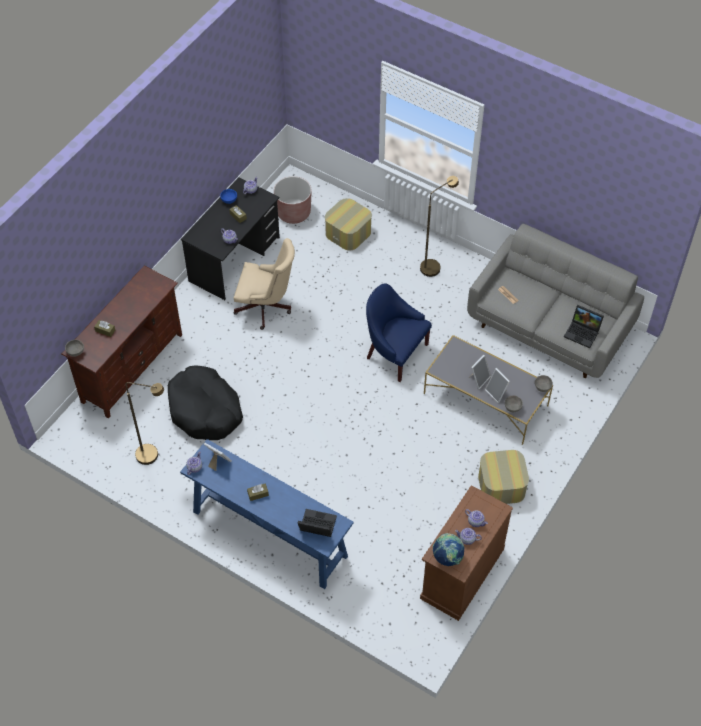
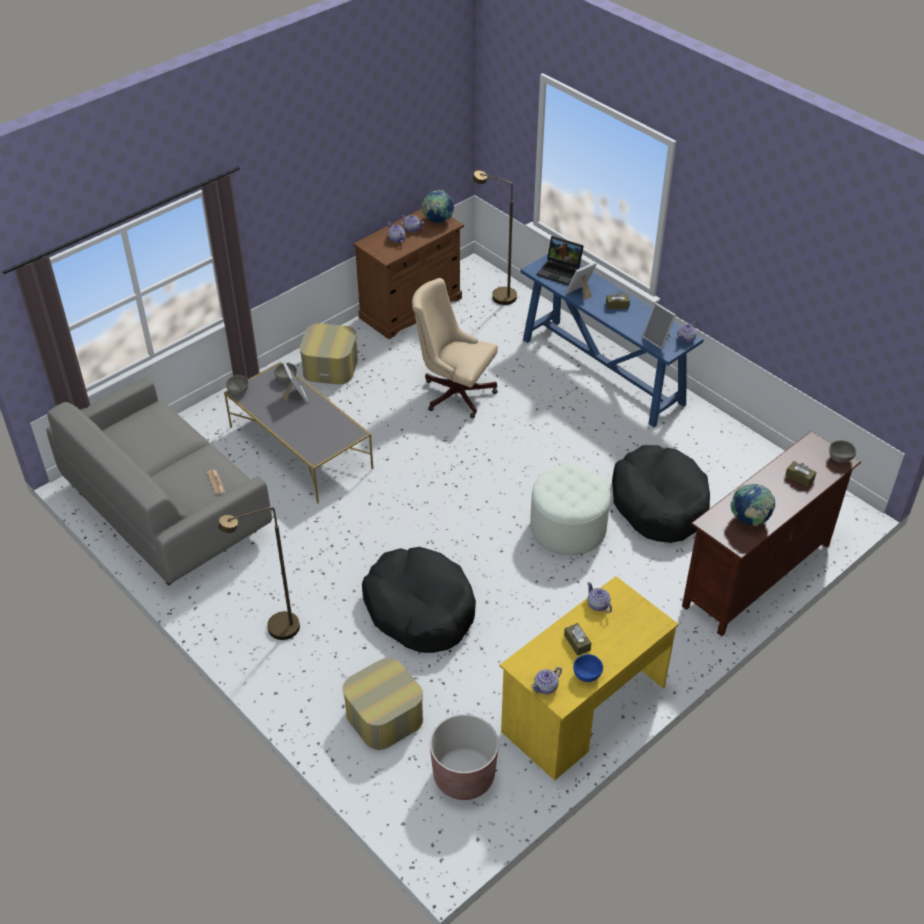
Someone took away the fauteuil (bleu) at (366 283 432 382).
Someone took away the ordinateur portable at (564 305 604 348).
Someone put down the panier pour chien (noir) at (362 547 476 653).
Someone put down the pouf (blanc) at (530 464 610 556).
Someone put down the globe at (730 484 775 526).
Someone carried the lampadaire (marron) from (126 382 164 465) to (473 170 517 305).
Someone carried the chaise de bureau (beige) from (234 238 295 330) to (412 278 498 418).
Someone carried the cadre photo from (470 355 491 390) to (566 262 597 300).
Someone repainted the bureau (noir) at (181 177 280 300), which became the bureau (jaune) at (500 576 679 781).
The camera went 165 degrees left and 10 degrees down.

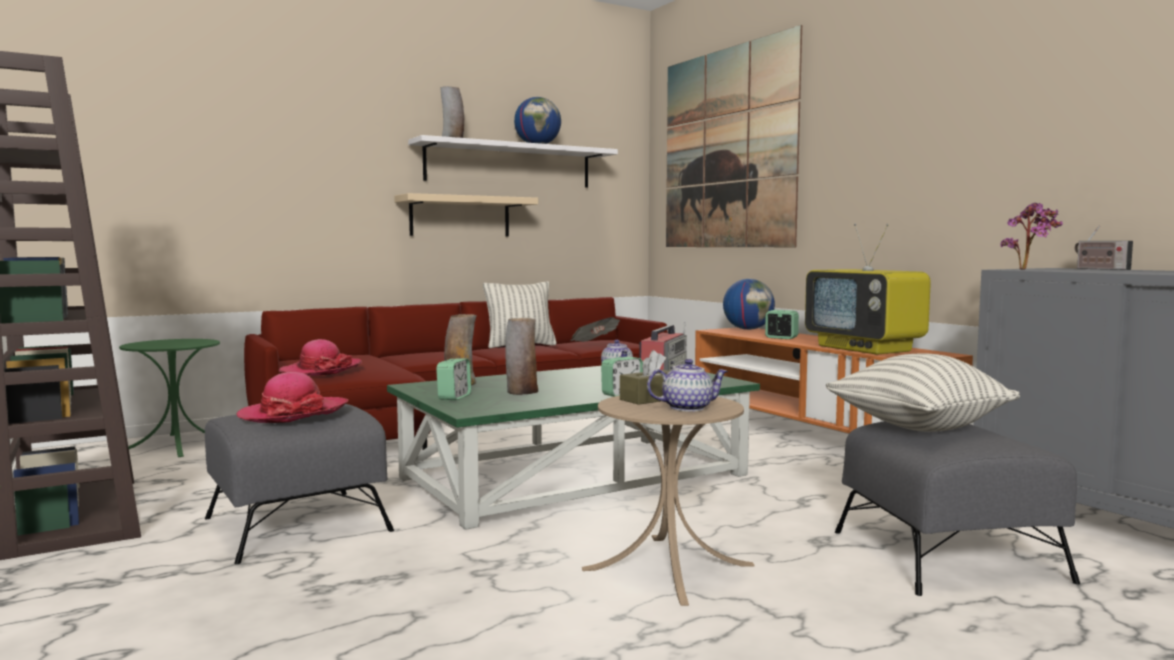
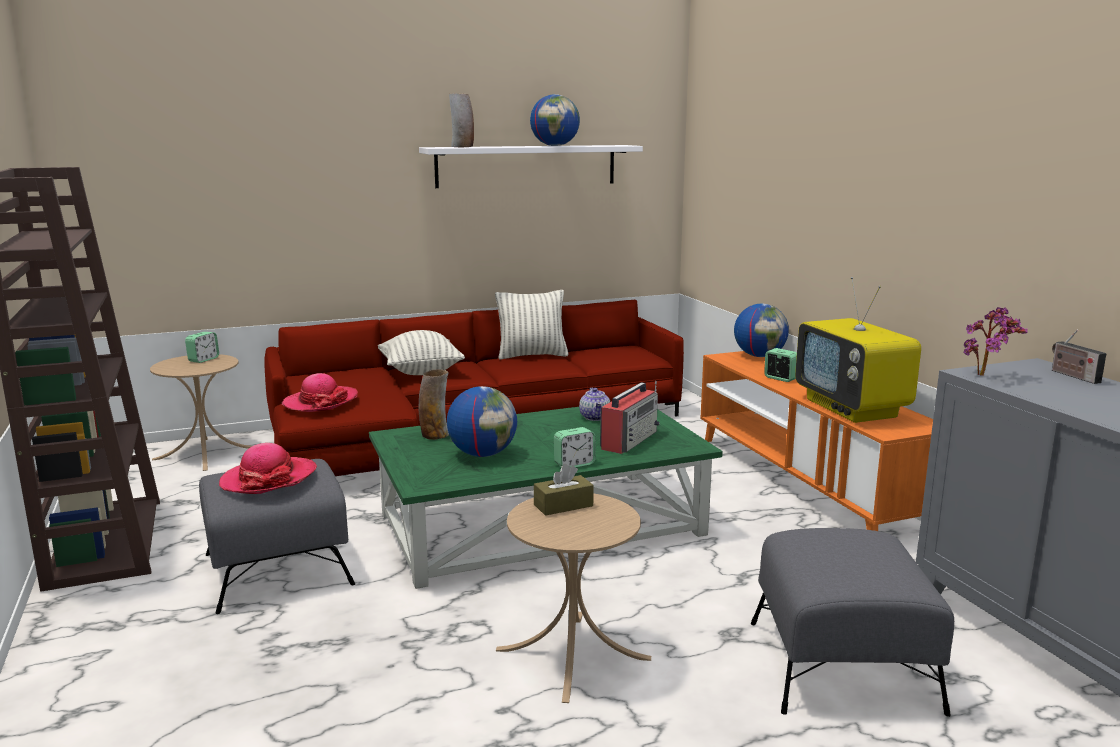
Someone took away the étagère (beige) at (394 193 538 236).
Someone took away the journal at (571 317 620 342).
Someone took away the théière at (647 359 728 412).
Someone took away the tableau at (666 25 802 247).
Someone carried the réveil from (436 359 471 401) to (185 332 219 363).
Someone carried the coussin from (826 354 1020 432) to (378 330 465 375).
Someone swapped the vase at (505 318 538 395) for the globe at (447 386 517 457).
Someone repainted the table d'appoint (vert) at (119 339 220 457), which became the table d'appoint (beige) at (150 354 252 471).
The camera went 10 degrees right and 10 degrees up.

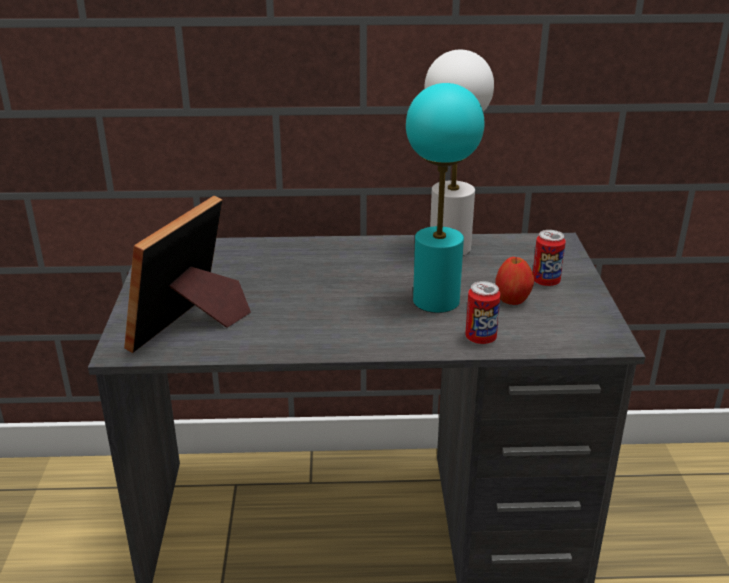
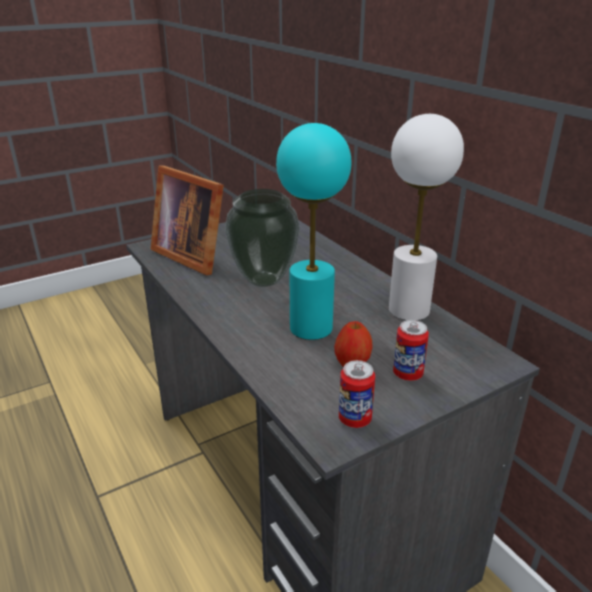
Someone put down the vase at (225 189 300 287).
Someone carried the boîte métallique from (465 281 501 344) to (339 360 375 428).
Someone rotated the cadre photo at (124 196 251 353) by 135 degrees counterclockwise.
The camera went 60 degrees right and 0 degrees up.

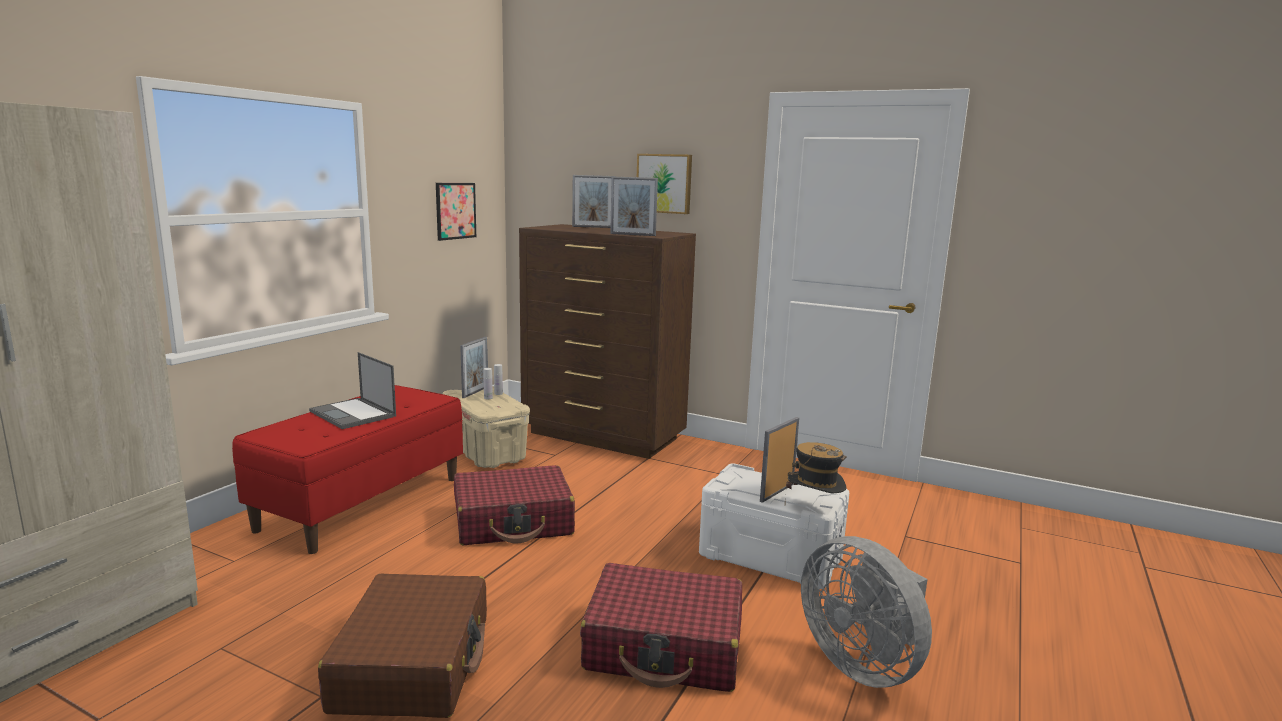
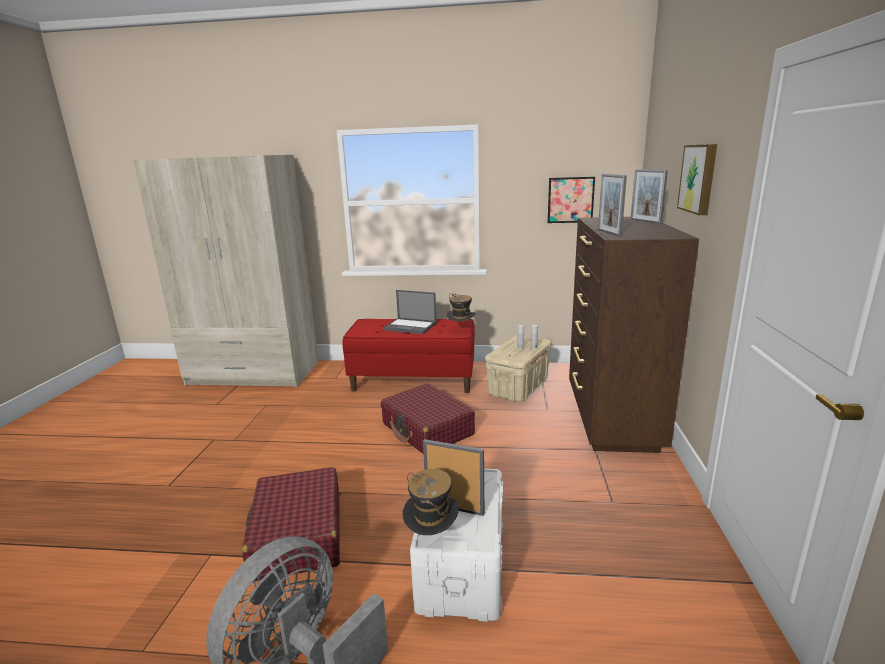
Someone took away the valise (marron) at (318 574 487 718).
Someone took away the cadre photo at (460 337 488 398).
Someone put down the chapeau at (446 294 476 321).
Someone rotated the ordinateur portable at (309 352 396 429) by 90 degrees counterclockwise.
The camera went 70 degrees right and 5 degrees up.

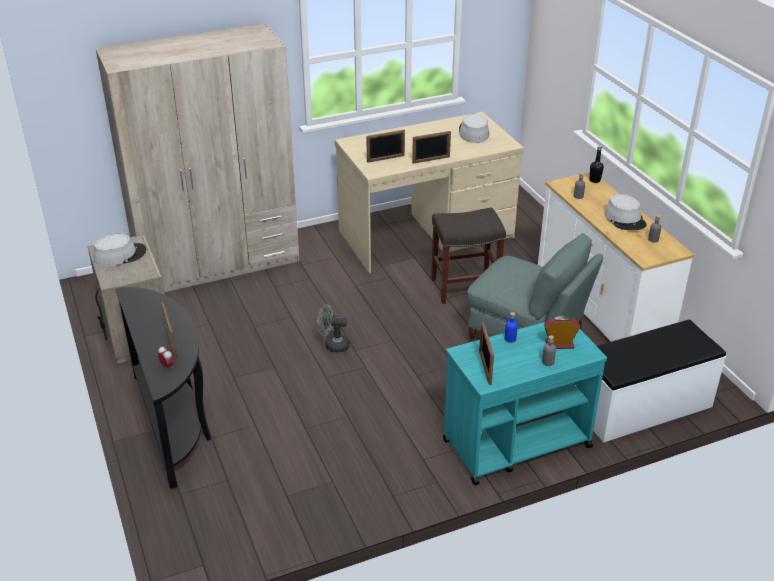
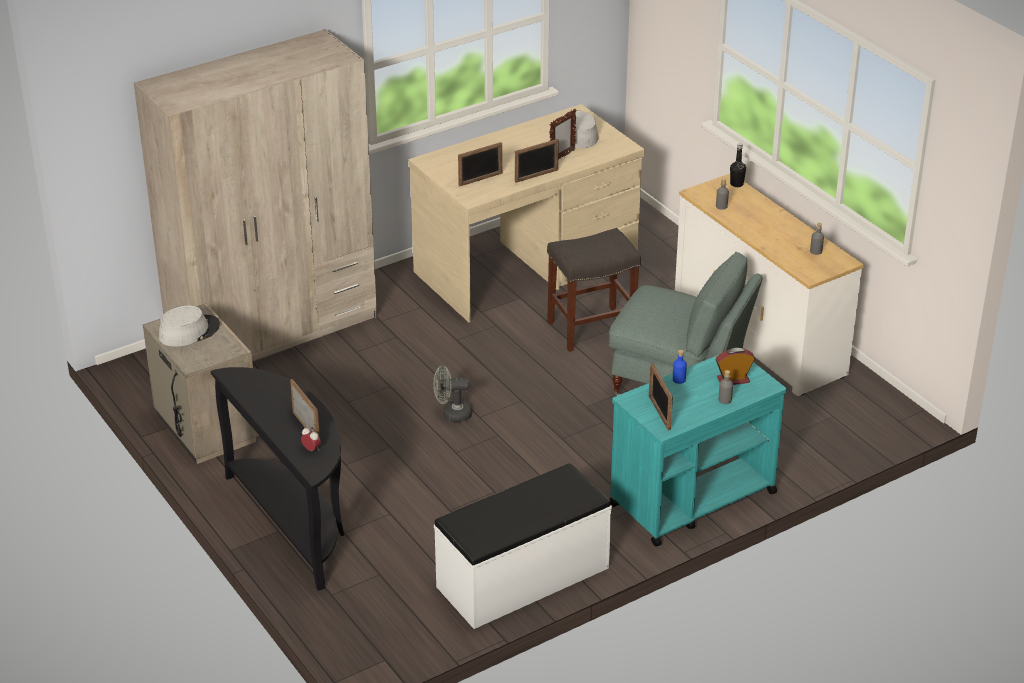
Someone took away the chapeau (gris) at (604 194 647 230).
Someone put down the cadre photo at (550 108 576 160).
Someone carried the banc (blanc) from (593 320 726 443) to (434 463 612 629).
The camera went 10 degrees left and 0 degrees up.

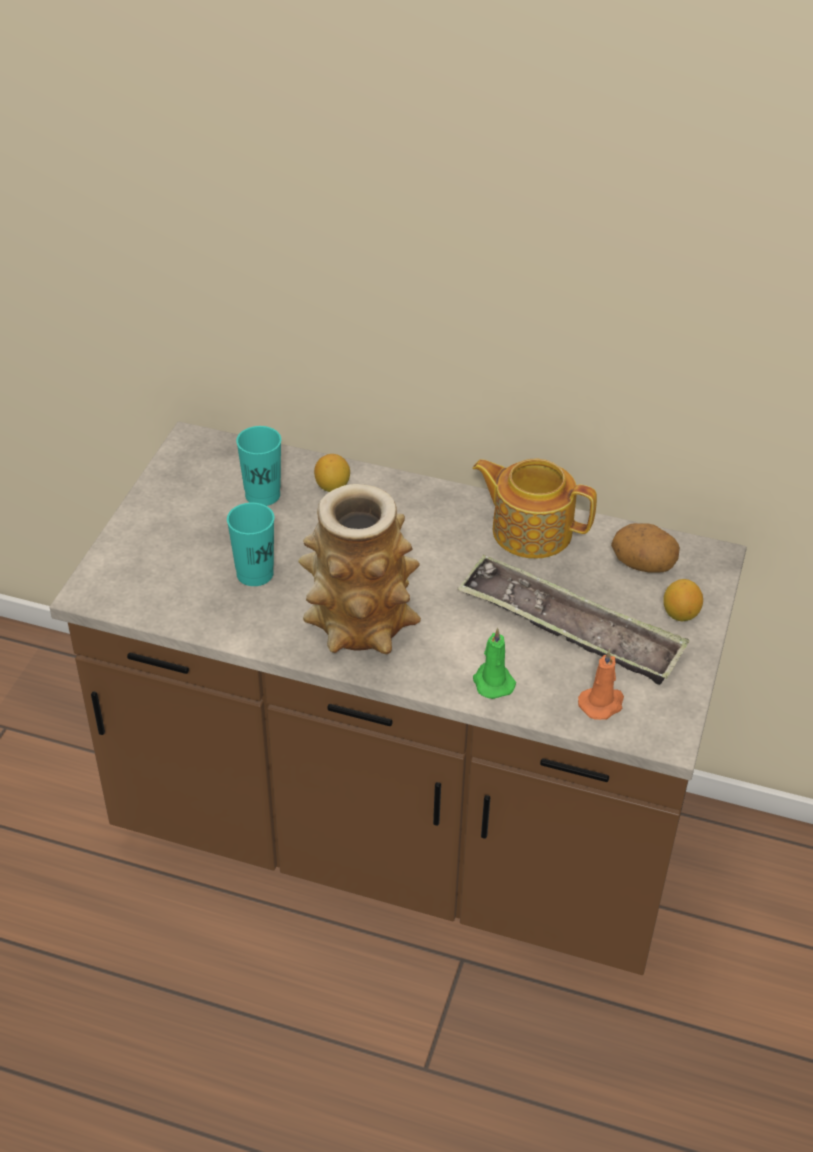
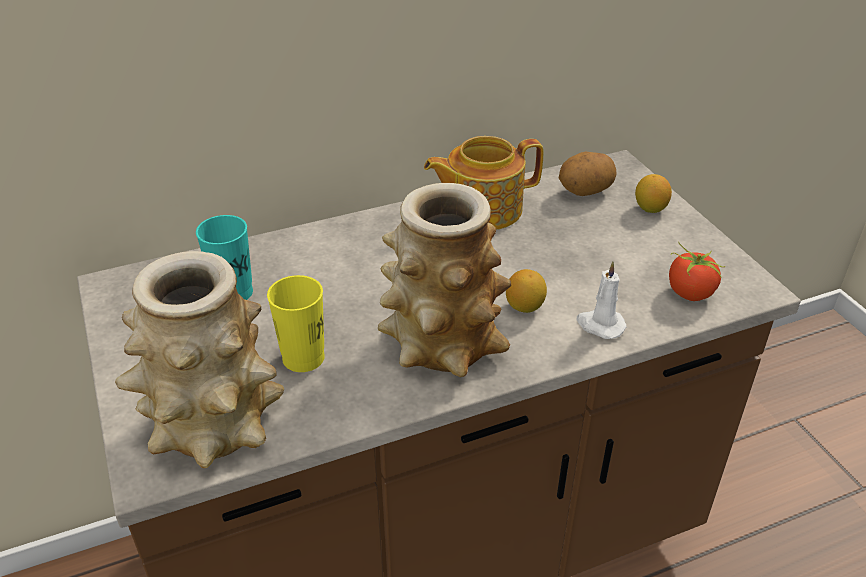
Someone took away the plateau at (457 554 689 685).
Someone put down the vase at (115 251 284 468).
Someone carried the citron from (314 454 350 492) to (506 269 547 313).
Someone swapped the bougie (orange) at (578 649 624 720) for the tomate at (669 242 725 301).
Someone repainted the tasse (turquoise) at (227 502 274 586), which became the tasse (jaune) at (267 275 325 372).
Someone repainted the bougie (vert) at (473 628 516 699), which became the bougie (blanc) at (577 261 627 339).
The camera went 40 degrees left and 5 degrees down.

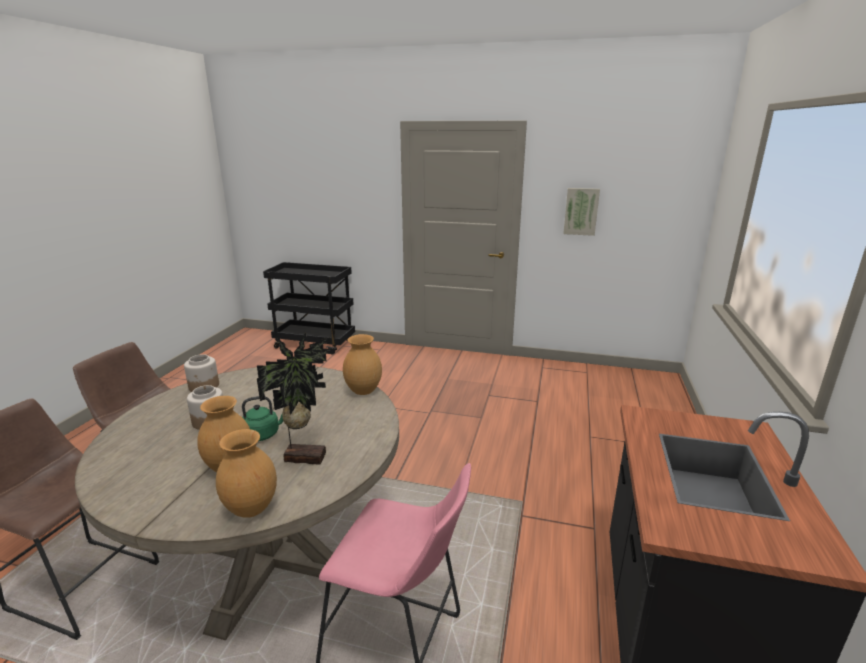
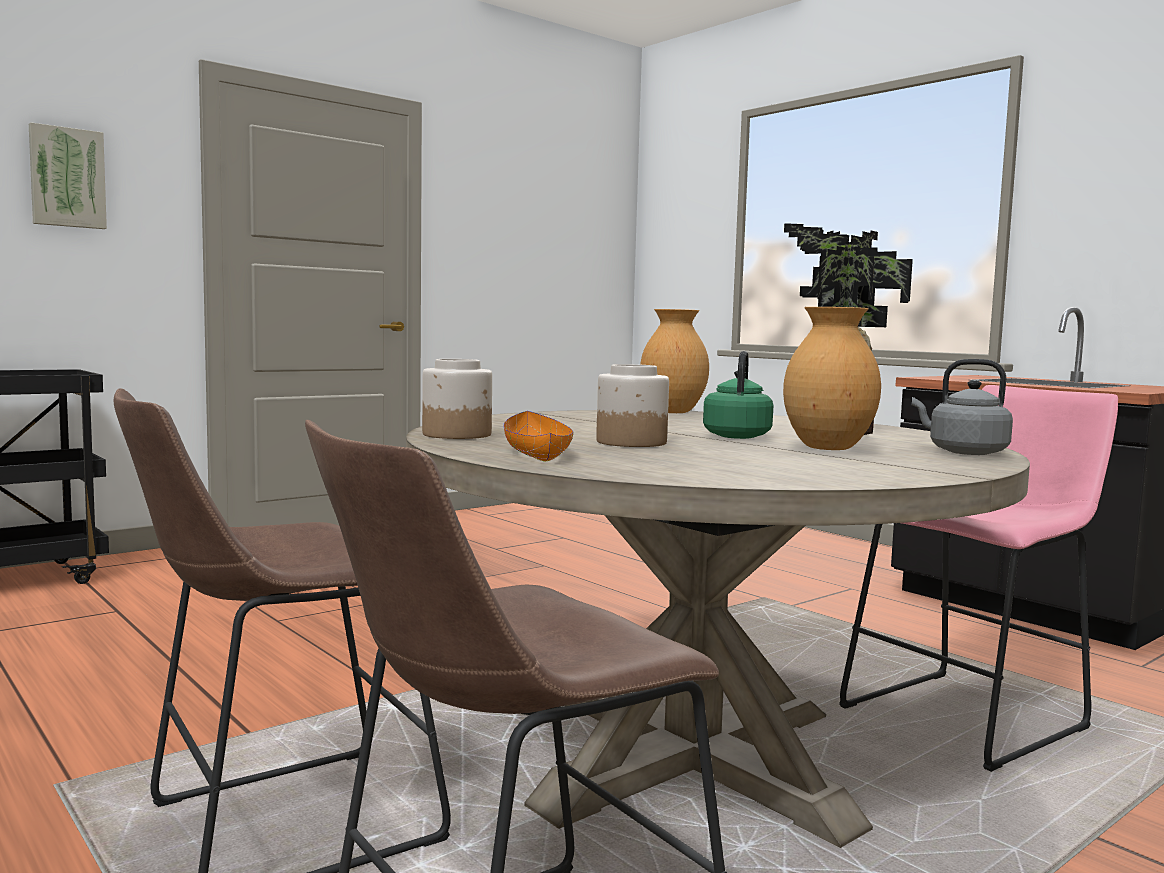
Someone put down the bol (orange) at (503 411 573 461).
Someone carried the tableau from (563 188 600 236) to (29 122 107 229).
Someone swapped the vase (marron) at (216 429 277 518) for the bouilloire (gris) at (912 359 1013 455).
The camera went 55 degrees left and 15 degrees down.

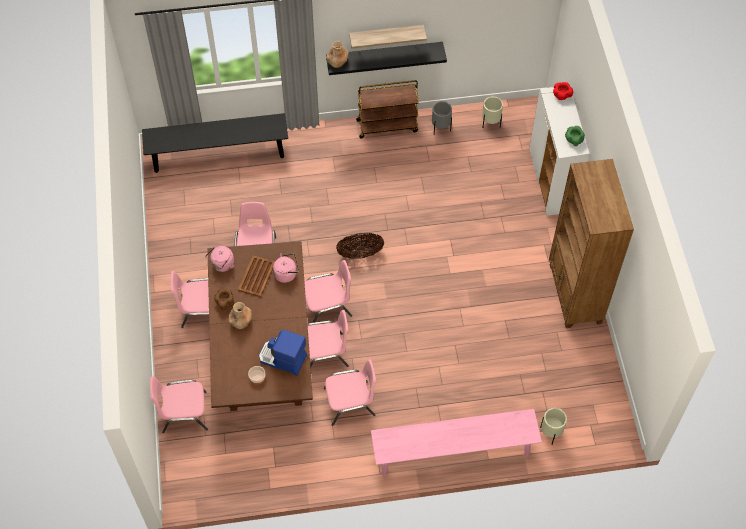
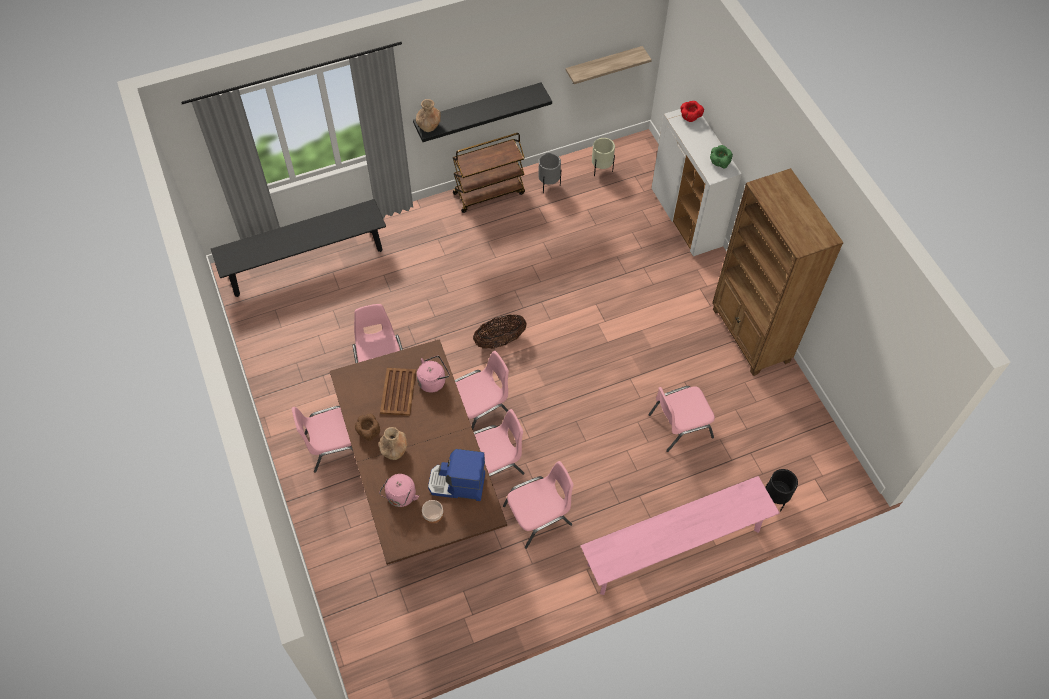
Someone carried the chaise (rose) from (150 376 208 433) to (649 386 715 452).
Someone carried the bouilloire (rose) from (205 246 234 272) to (379 474 419 507).
Someone carried the étagère from (349 25 427 48) to (566 46 652 84).
Someone repainted the cache-pot (beige) at (540 408 567 444), which became the cache-pot (noir) at (765 469 798 512).
The camera went 15 degrees left and 0 degrees up.

